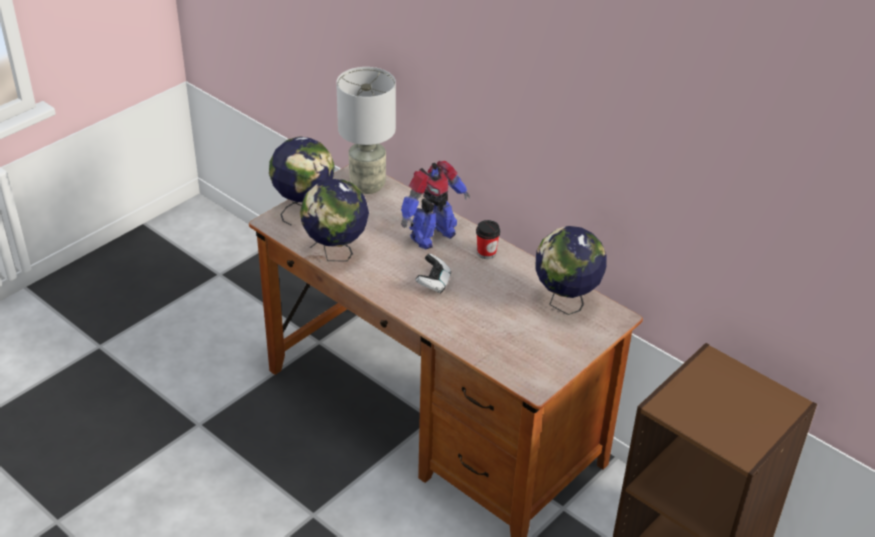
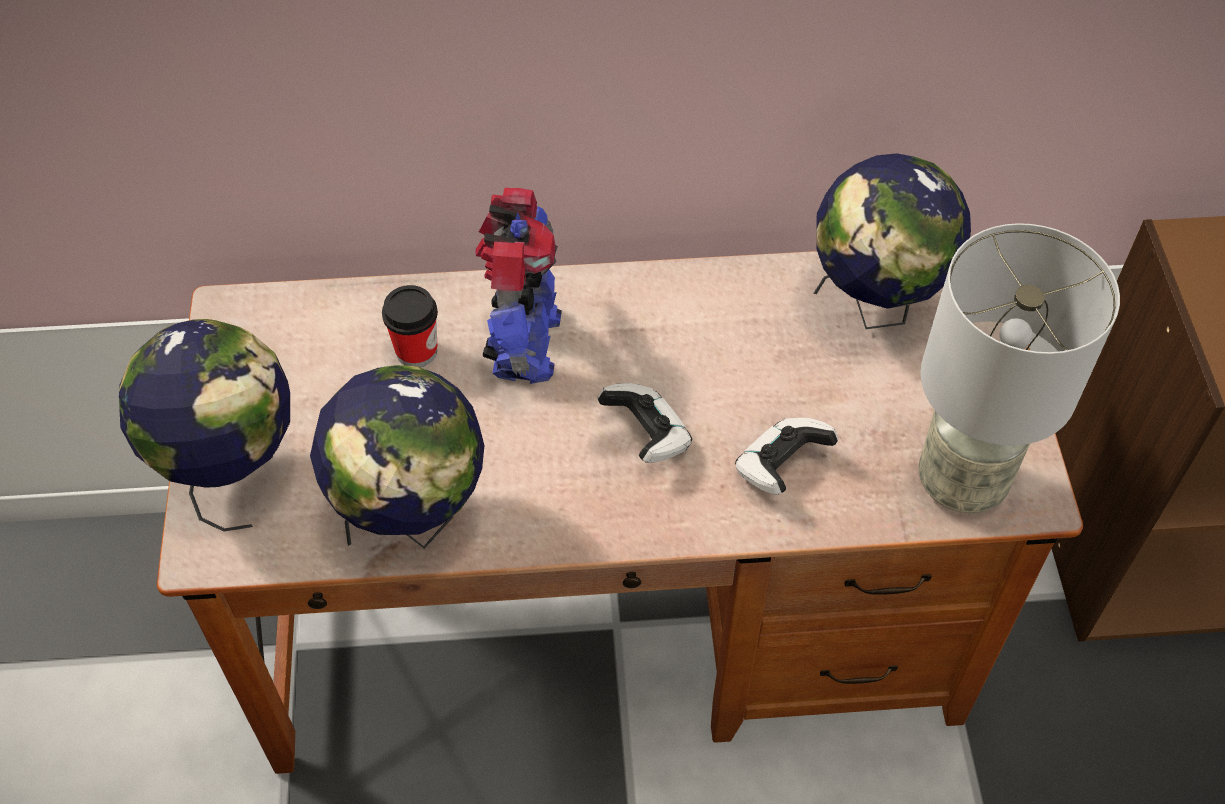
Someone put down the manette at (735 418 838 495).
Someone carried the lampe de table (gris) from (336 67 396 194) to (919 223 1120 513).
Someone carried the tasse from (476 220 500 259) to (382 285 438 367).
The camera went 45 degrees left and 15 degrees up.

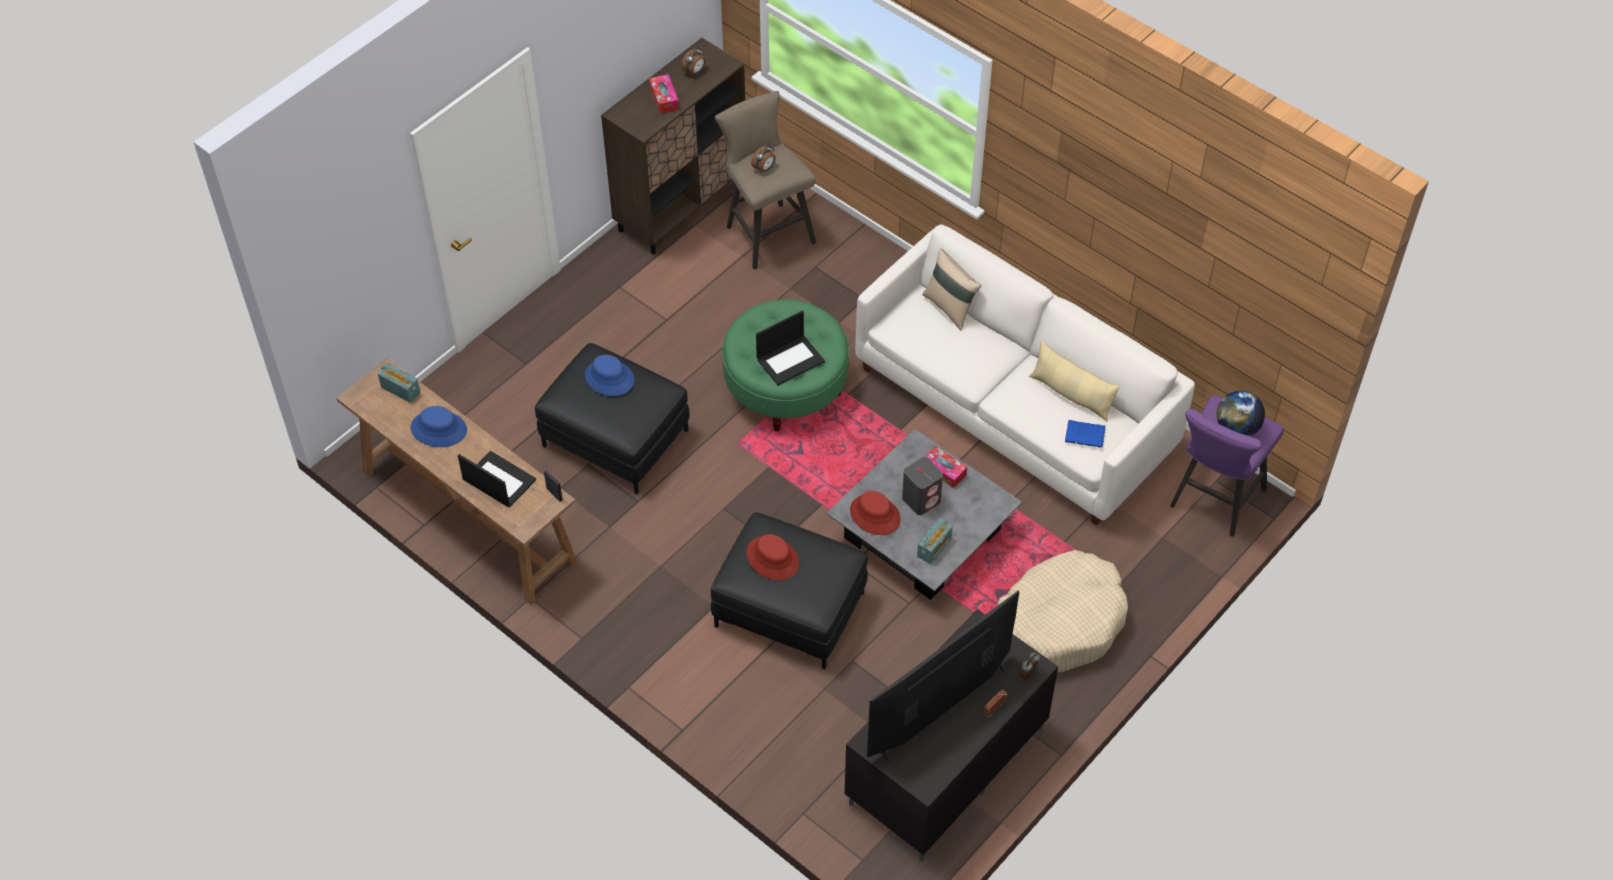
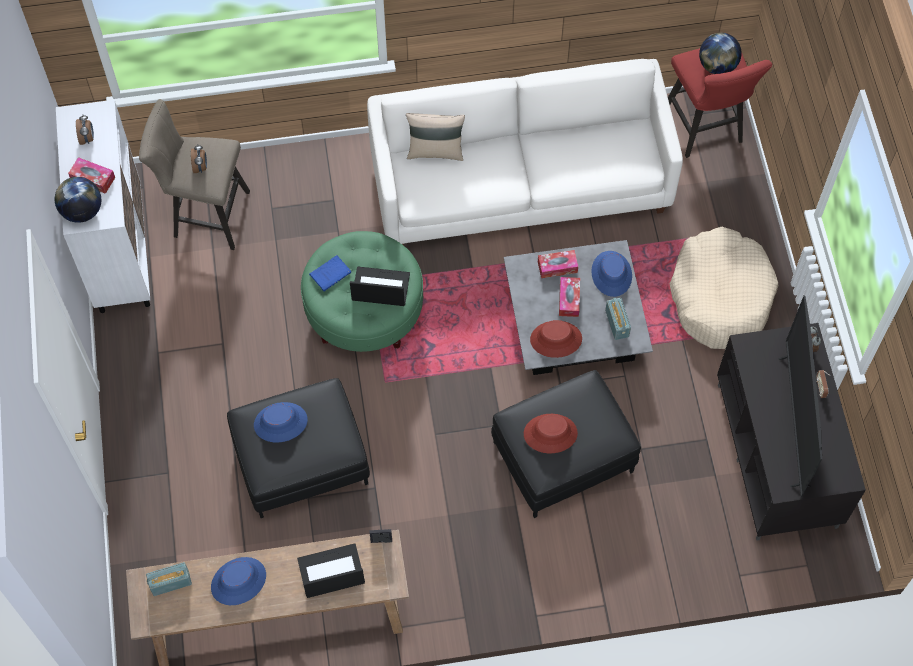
Someone took away the coussin (beige) at (1029 341 1120 421).
Someone put down the globe at (55 177 101 223).
Someone put down the chapeau (bleu) at (591 251 632 297).
Someone carried the livre (bleu) from (1065 420 1105 448) to (309 255 351 292).
Someone swapped the enceinte (gris) at (902 457 943 515) for the boîte à mouchoirs at (559 277 580 317).
Someone repainted the meuble de rangement (marron) at (601 38 745 254), which became the meuble de rangement (blanc) at (56 100 150 313).
Someone repainted the tabouret (violet) at (1170 395 1284 537), which became the tabouret (rouge) at (668 48 772 158).
Someone rotated the ordinateur portable at (756 310 825 386) by 90 degrees counterclockwise.
The camera went 50 degrees left and 10 degrees up.

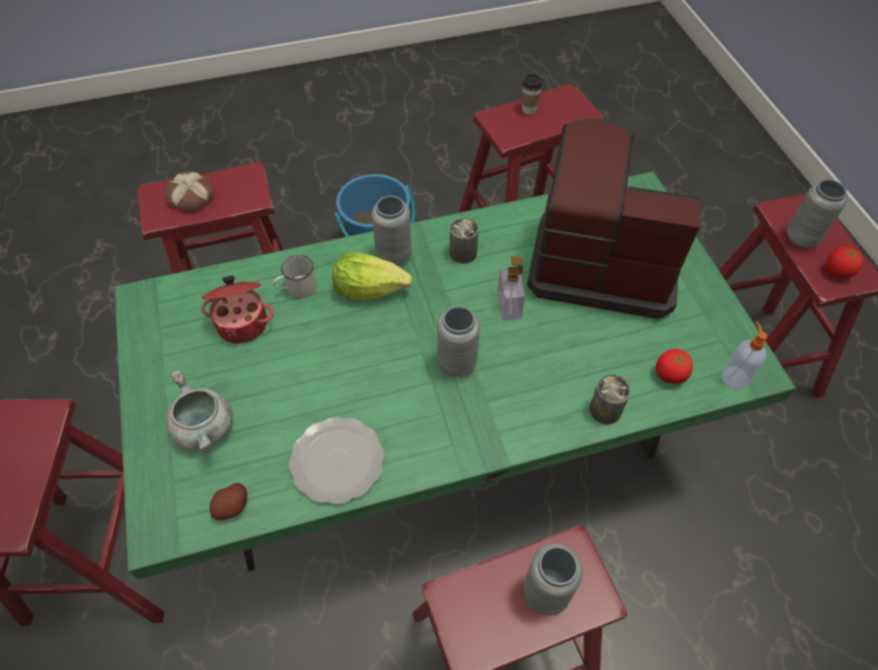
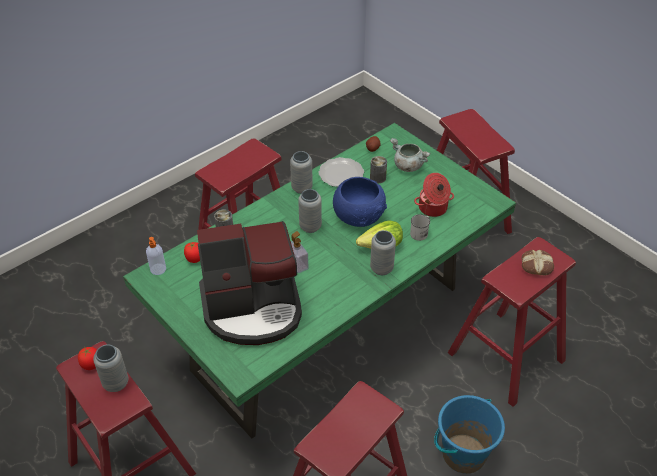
Someone took away the tasse at (522 74 543 115).
Someone put down the bol (bleu) at (333 177 387 227).
Someone carried the boîte métallique from (450 218 479 264) to (370 156 387 183).
Someone carried the vase (gris) from (523 544 583 616) to (290 151 313 194).
The camera went 155 degrees right and 10 degrees down.

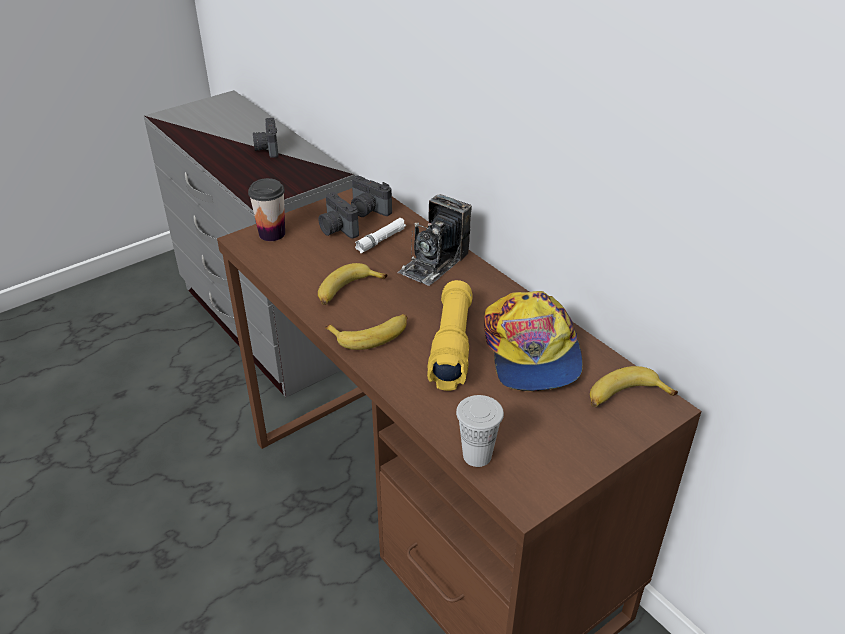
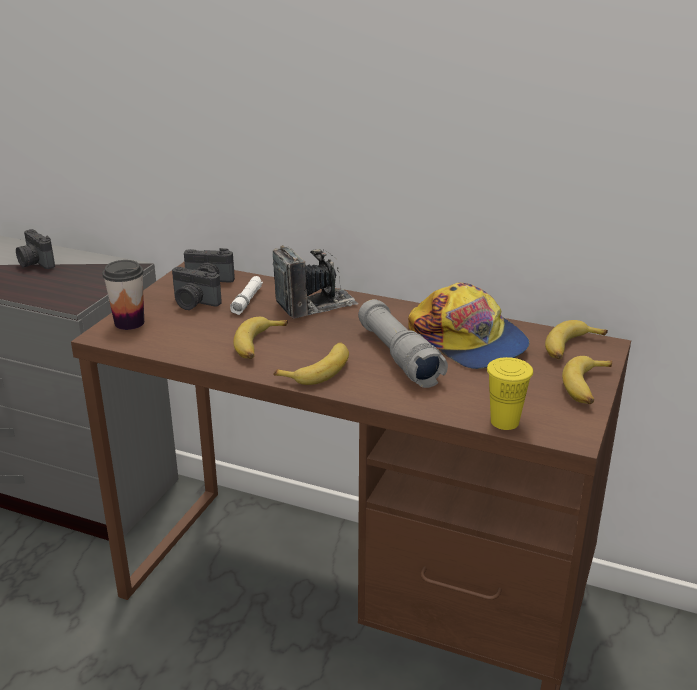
Someone put down the banane at (562 356 612 404).
Someone repainted the lampe de poche (jaune) at (427 280 473 391), which became the lampe de poche (gris) at (358 299 448 388).
Someone repainted the tasse (blanc) at (456 395 504 467), which became the tasse (jaune) at (487 357 533 430).
Someone rotated the appareil photo at (397 194 472 286) by 120 degrees counterclockwise.
The camera went 30 degrees left and 10 degrees down.

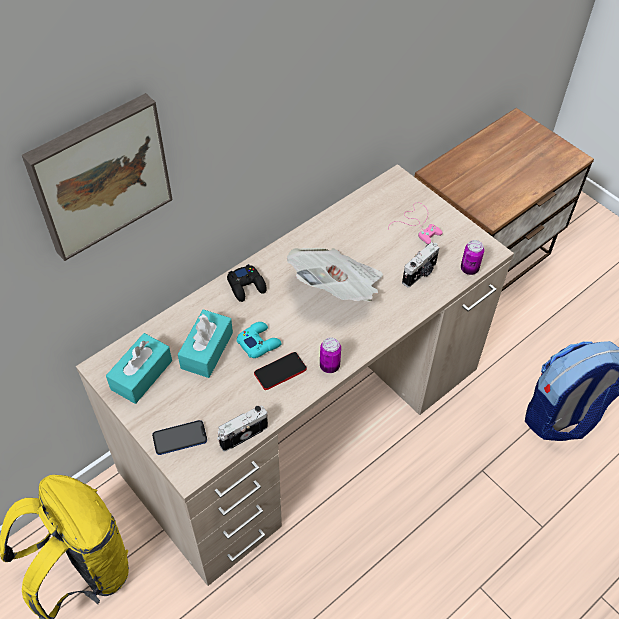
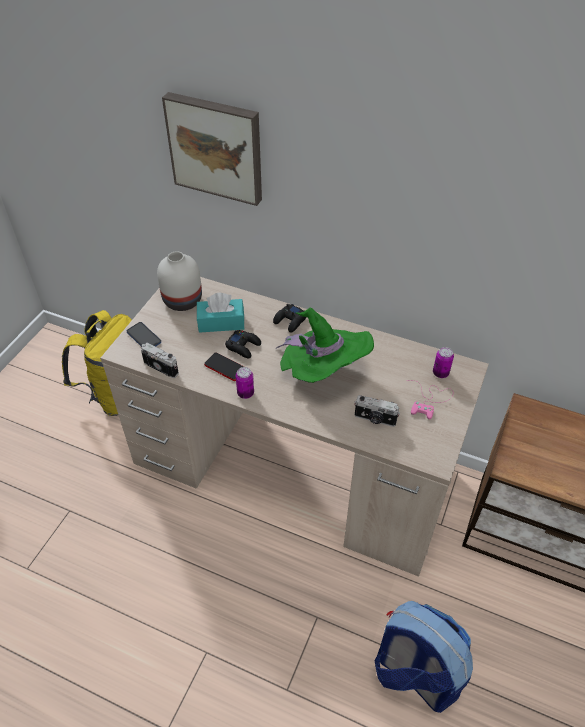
Someone carried the boîte métallique from (461 240 484 275) to (433 347 454 378).
Someone swapped the boîte à mouchoirs (turquoise) at (106 333 172 404) for the vase (blanc) at (157 251 202 311).
Someone swapped the journal at (287 248 383 301) for the chapeau (vert) at (277 308 374 383).
Someone repainted the manette (turquoise) at (237 322 282 358), which became the manette (noir) at (225 330 261 359).
The camera went 65 degrees right and 5 degrees down.

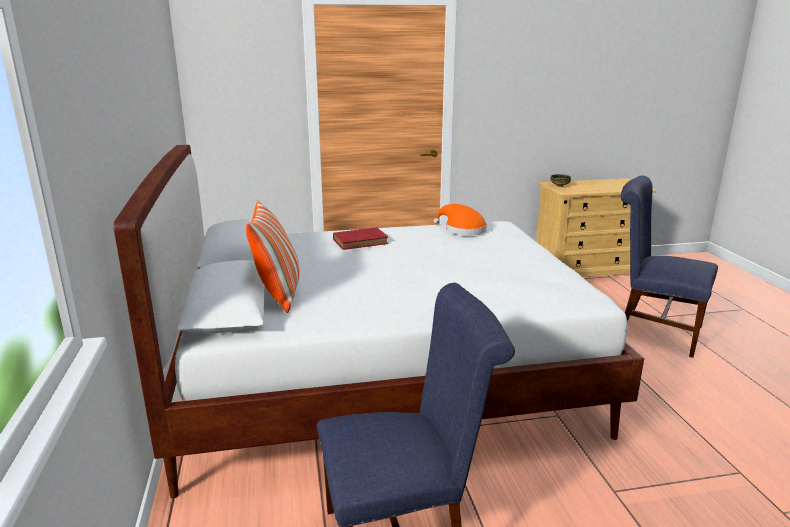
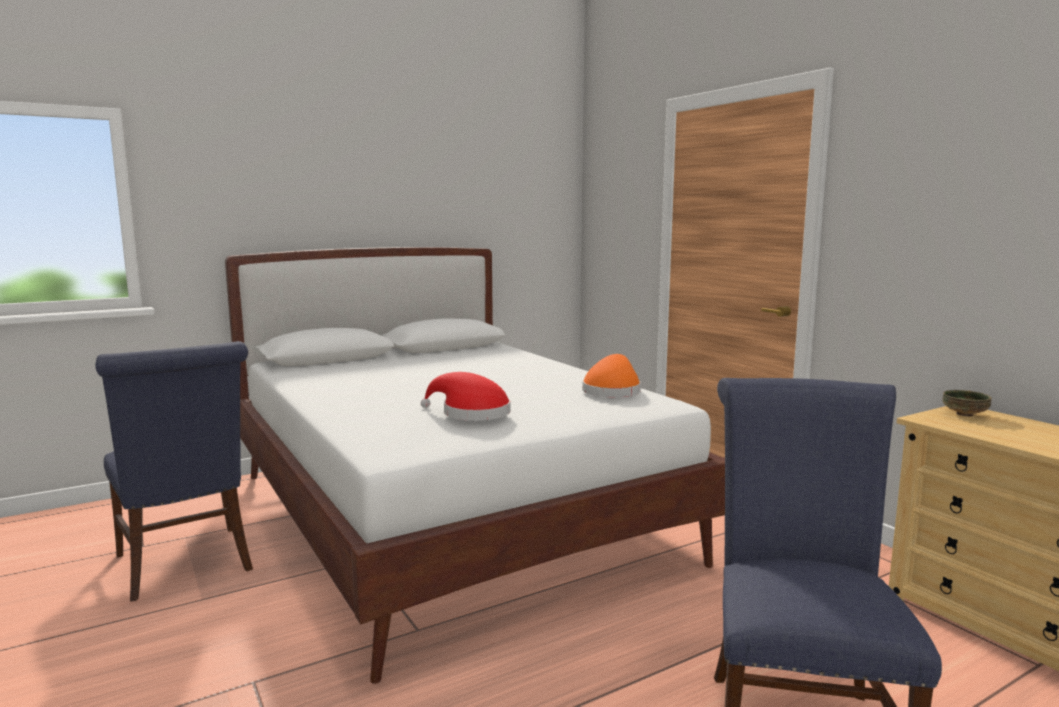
Someone took away the coussin at (246 200 300 313).
Someone took away the livre (rouge) at (333 227 388 250).
Someone put down the chapeau (rouge) at (421 372 511 421).
The camera went 70 degrees right and 10 degrees down.

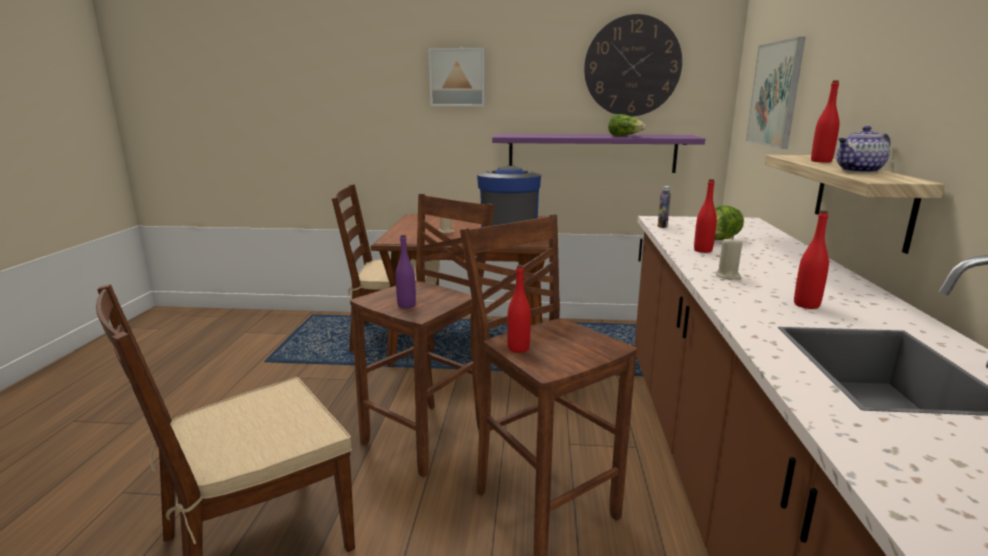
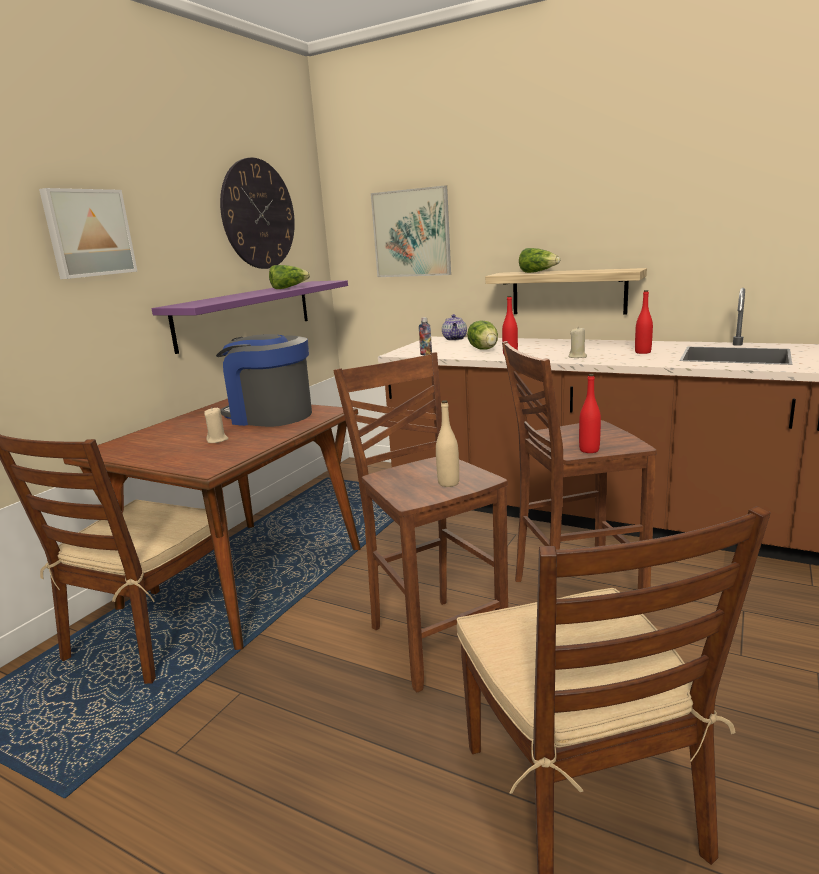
Someone carried the théière from (837 126 890 173) to (442 314 467 341).
Someone swapped the bouteille (rouge) at (811 80 840 163) for the laitue at (519 248 560 273).
Someone repainted the bouteille (violet) at (396 235 416 309), which became the bouteille (beige) at (436 400 459 487).
The camera went 65 degrees left and 0 degrees up.

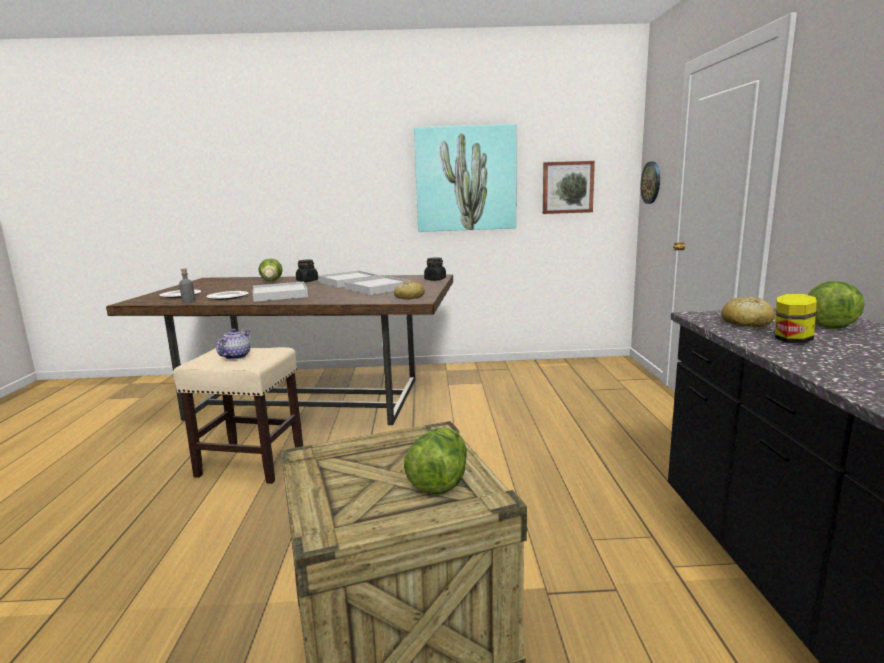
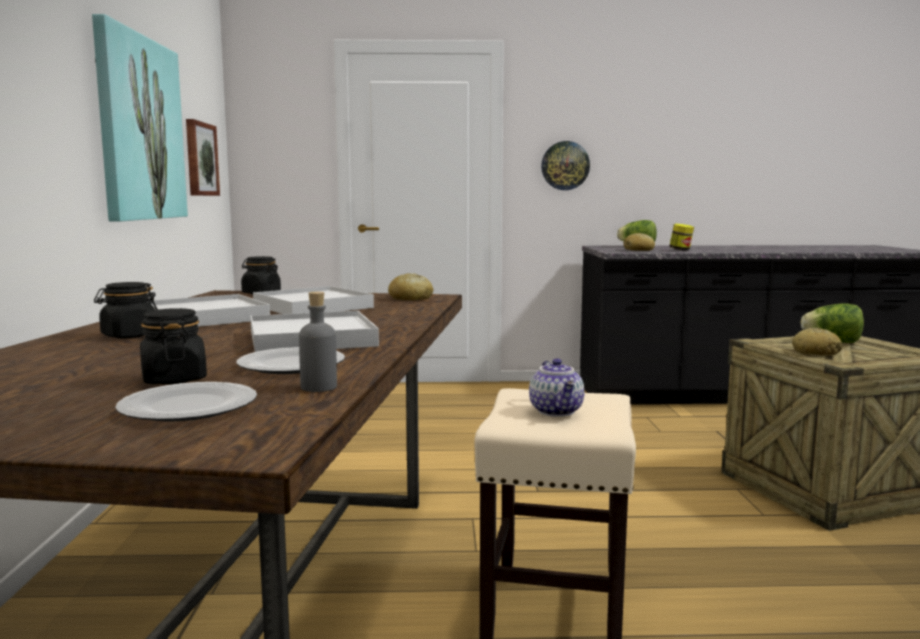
Someone took away the laitue at (259 259 283 281).
Someone put down the bocal (noir) at (140 308 207 384).
Someone put down the pain at (792 328 843 355).
Someone carried the horloge murale from (640 161 660 204) to (541 141 590 190).
Someone rotated the théière at (216 329 250 360) by 120 degrees counterclockwise.
The camera went 90 degrees left and 5 degrees down.

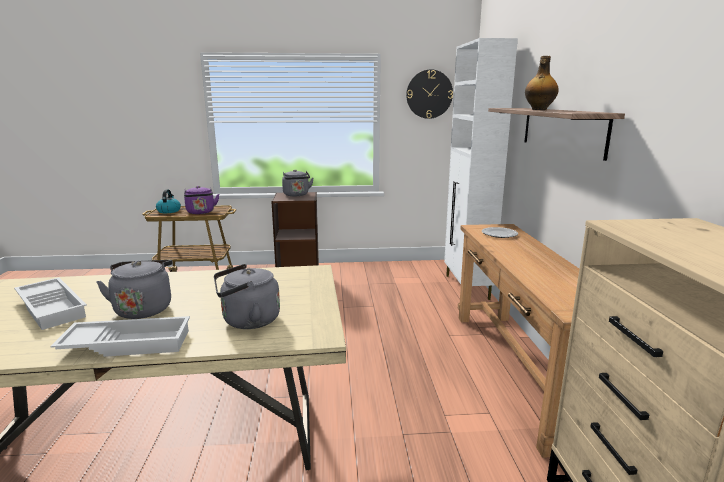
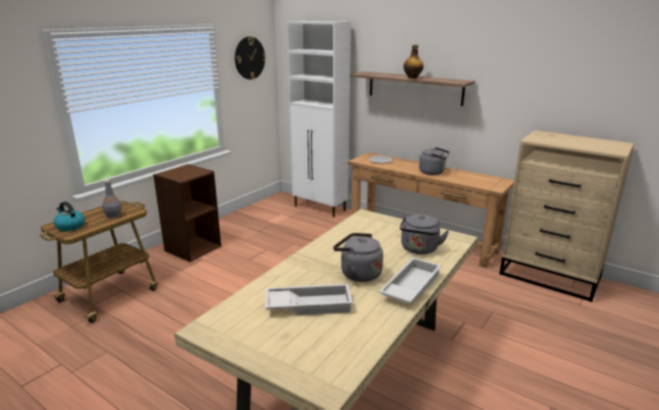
Someone carried the bouilloire (gris) from (282 170 314 196) to (419 147 449 175).
Someone swapped the bouilloire (violet) at (184 186 219 214) for the bouteille (gris) at (102 180 122 218).
The camera went 50 degrees left and 5 degrees up.

